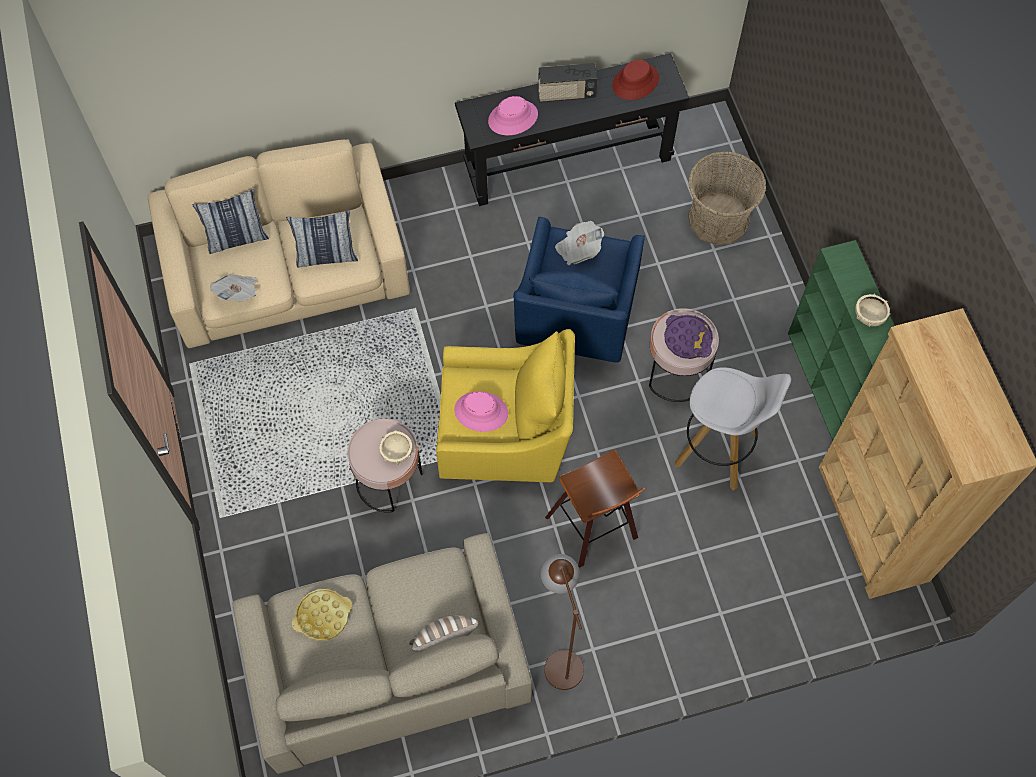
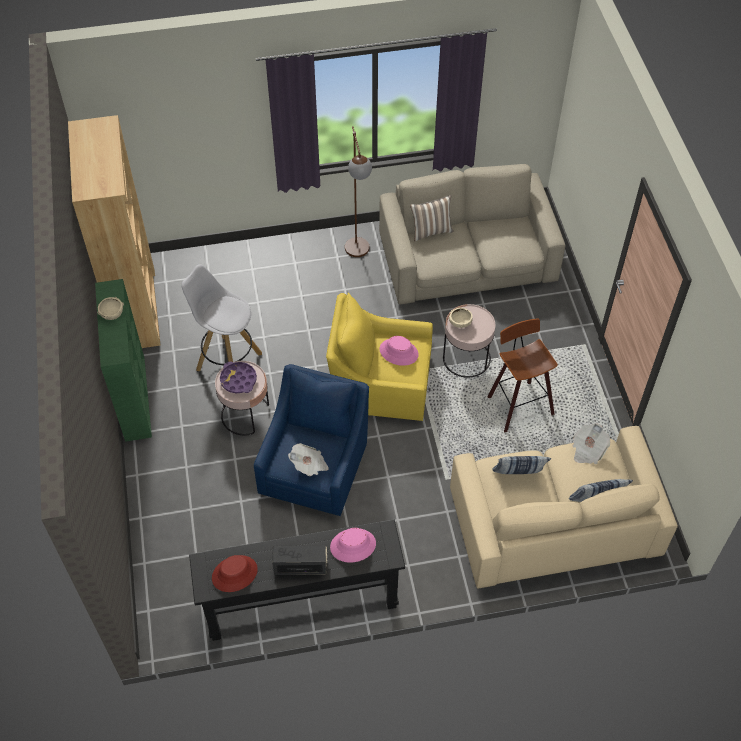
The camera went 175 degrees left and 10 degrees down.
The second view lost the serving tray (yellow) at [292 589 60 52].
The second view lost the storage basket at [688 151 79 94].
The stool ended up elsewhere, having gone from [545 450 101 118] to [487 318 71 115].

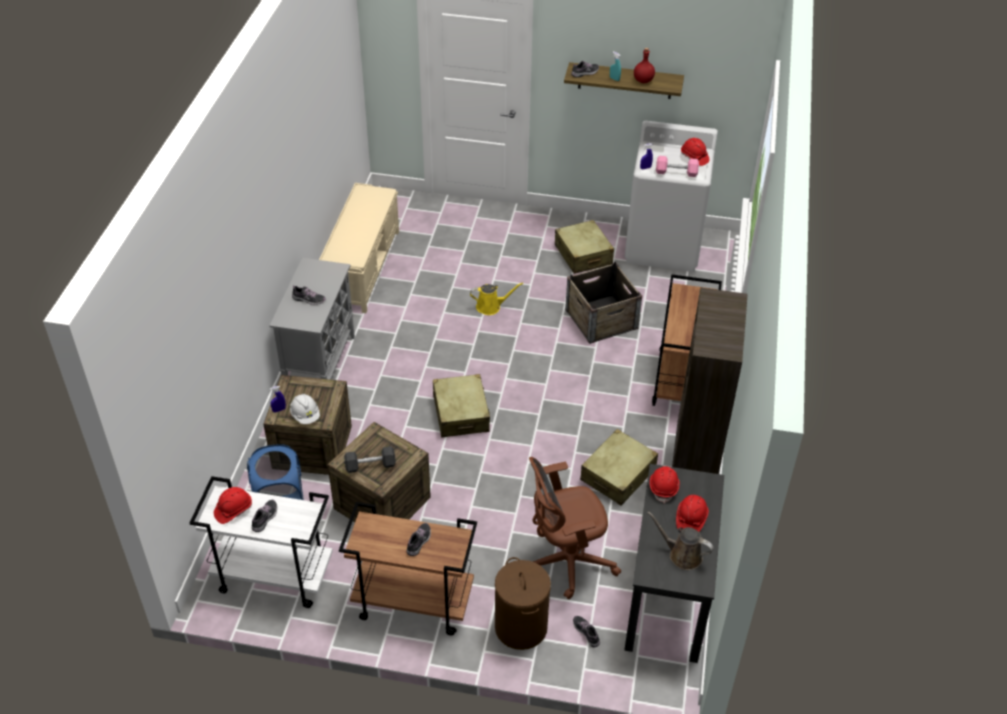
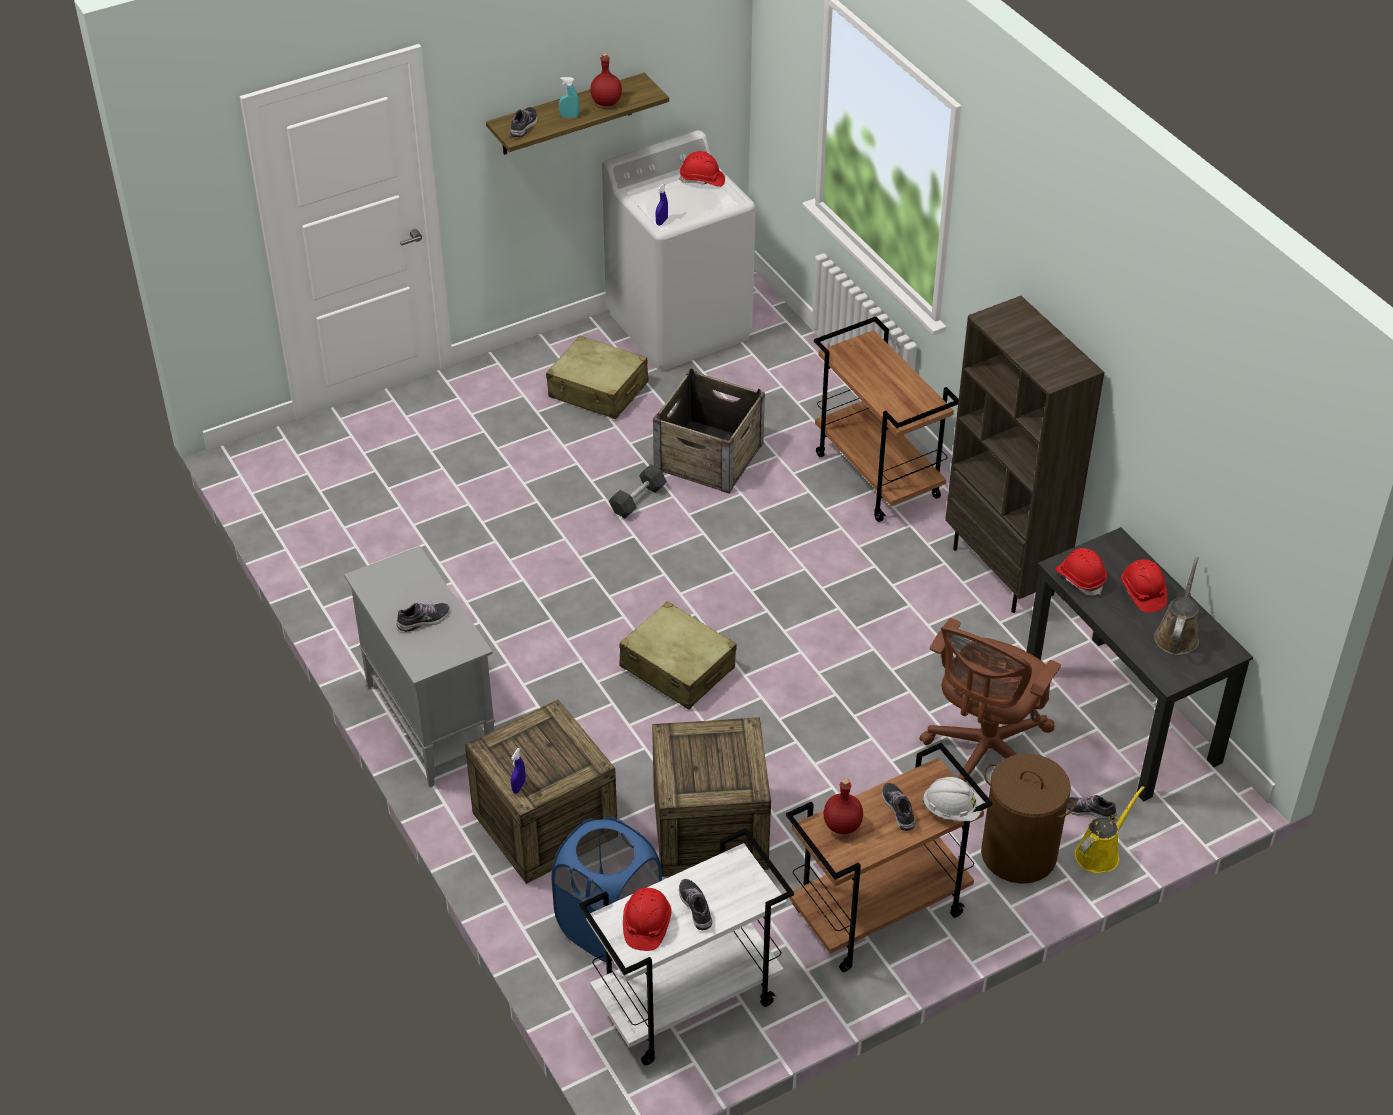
The camera went 40 degrees left and 0 degrees up.
The second view lost the indoor bench (beige-coloured) at [319 183 80 130].
The second view lost the suitcase (beige-coloured) at [580 429 78 77].
The second view lost the dumbbell (pink-coloured) at [656 156 43 21].
The second view gained the drink bottle (reddish) at [823 778 40 56].
The work helmet (white-coloured) ended up elsewhere, having gone from [290 394 30 30] to [922 777 60 44].
The dumbbell (black) ended up elsewhere, having gone from [344 446 52 27] to [609 464 58 54].
The watering can (yellow) ended up elsewhere, having gone from [470 283 53 32] to [1075 786 70 87].
The watering can (brown) at [647 511 67 59] ended up facing another way, 120 degrees clockwise from before.

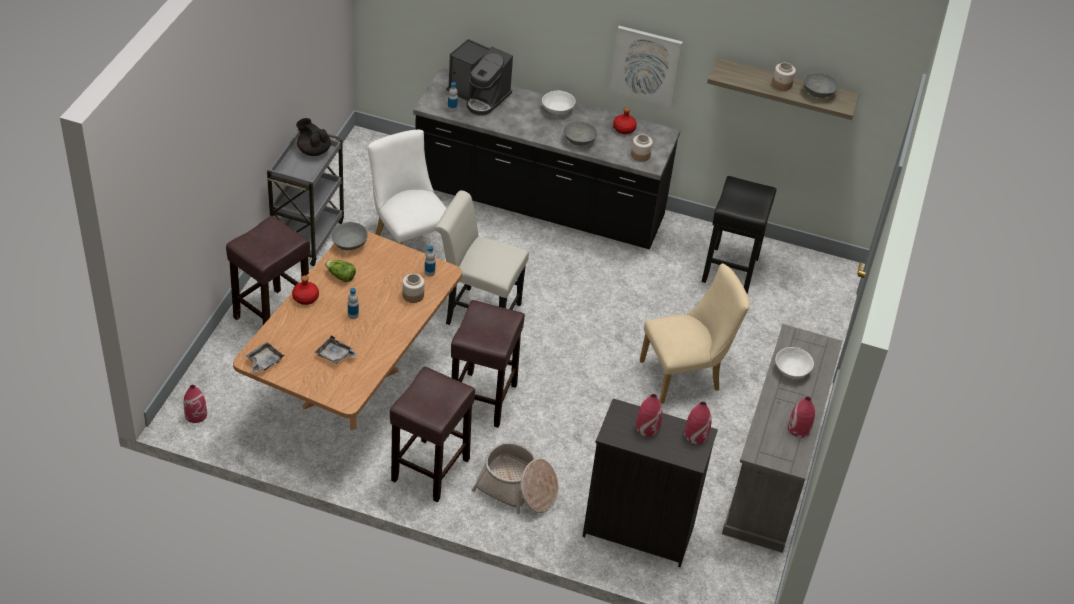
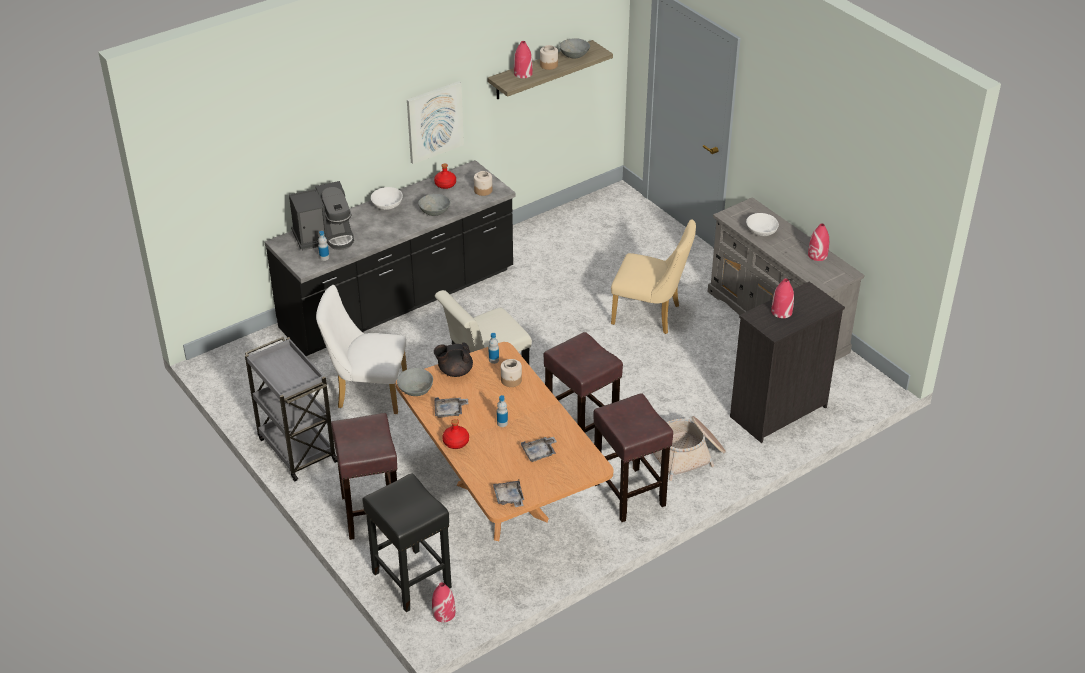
The camera went 50 degrees left and 5 degrees down.
The tea pot (black) ended up elsewhere, having gone from [296 118 35 38] to [434 342 39 35].
The decorative vase (reddish) ended up elsewhere, having gone from [684 402 28 42] to [514 41 19 37].
The stool (black) ended up elsewhere, having gone from [702 176 75 118] to [363 473 89 139].
Where the head of lettuce stood at [325 260 31 22], the serving tray (greyish) came to stand at [434 397 34 21].
The upright chair (beige-coloured) at [640 264 110 140] ended up facing another way, 90 degrees clockwise from before.

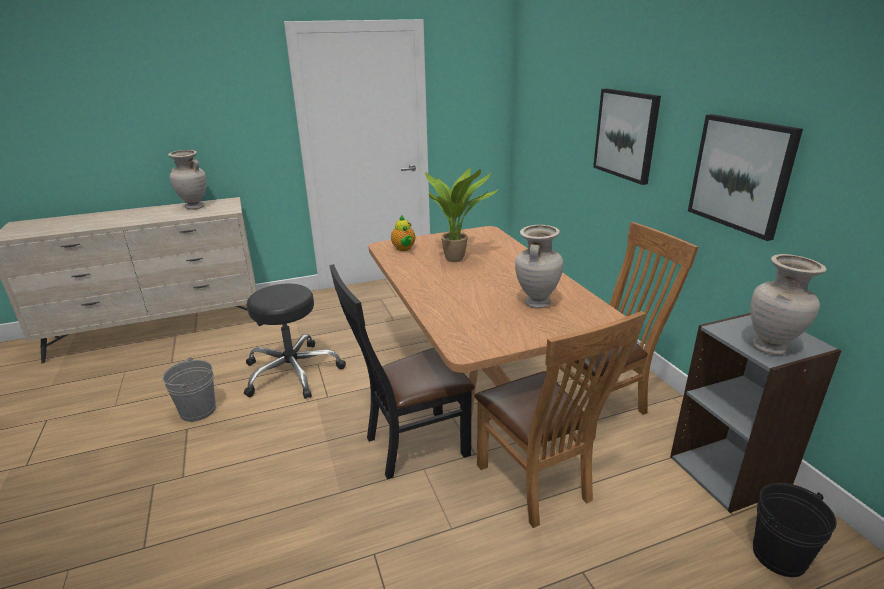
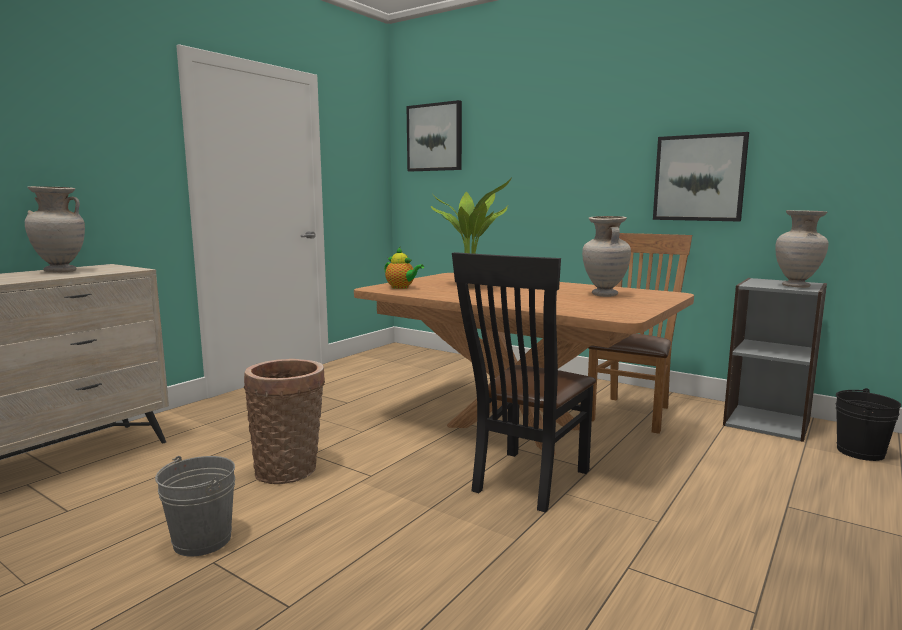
The camera went 35 degrees left and 15 degrees down.
The second view lost the upright chair (brown) at [475 311 171 217].
The wall art ended up elsewhere, having gone from [593 88 68 97] to [407 100 55 72].
Where the stool (black) stood at [244 284 102 115], the storage basket came to stand at [244 359 81 125].

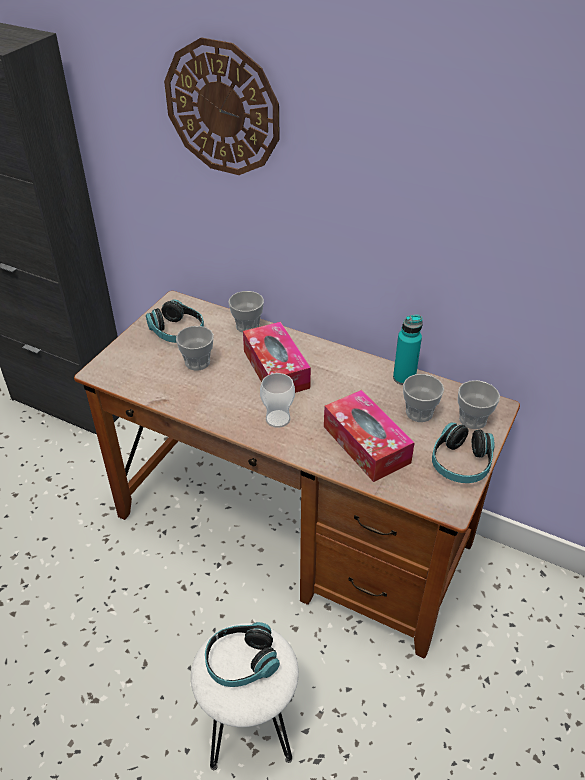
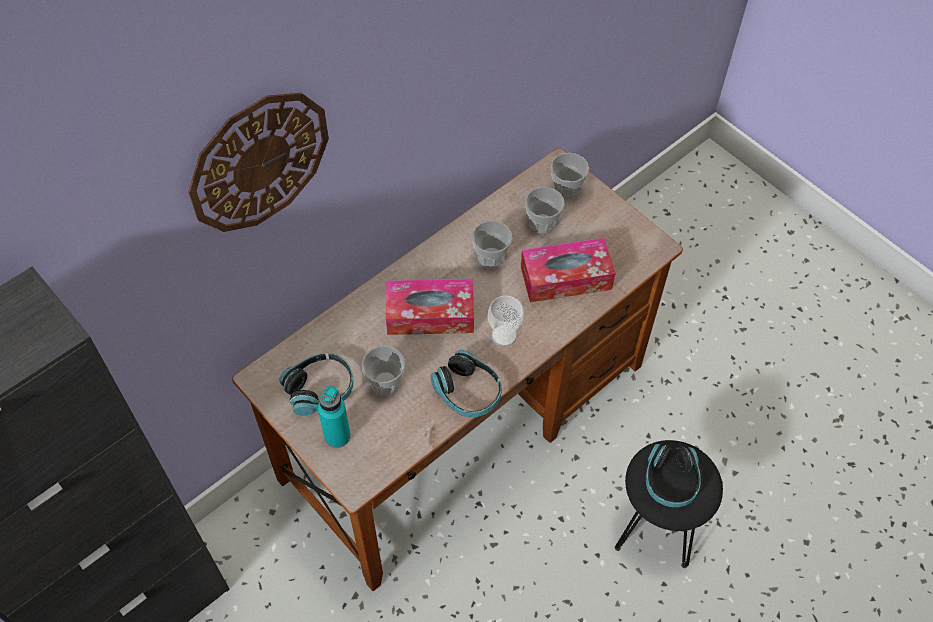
The camera went 70 degrees left and 15 degrees up.
The cup ended up elsewhere, having gone from [229 291 35 42] to [472 221 40 47].
The drink bottle (turquoise) ended up elsewhere, having gone from [393 315 30 70] to [318 385 33 63].
The headphones ended up elsewhere, having gone from [432 423 63 60] to [430 350 72 67].
What was the stool (white-coloured) at [191 623 108 147] turned into the stool (black) at [615 440 108 128].

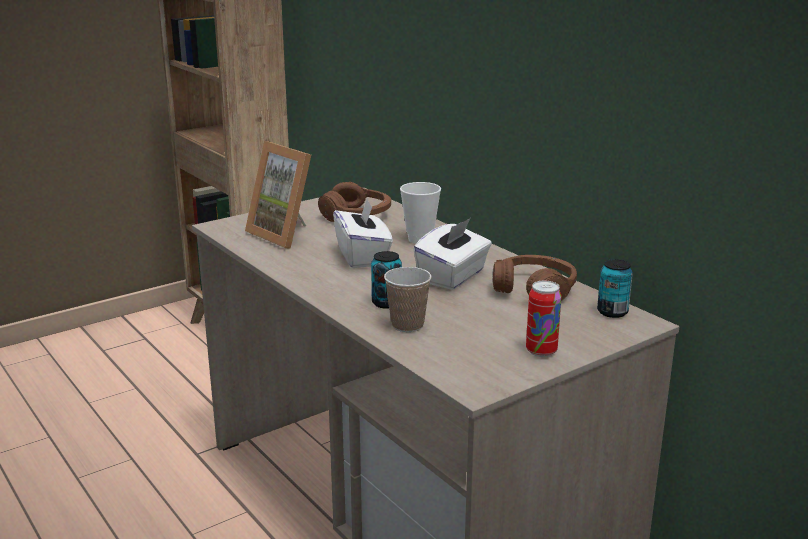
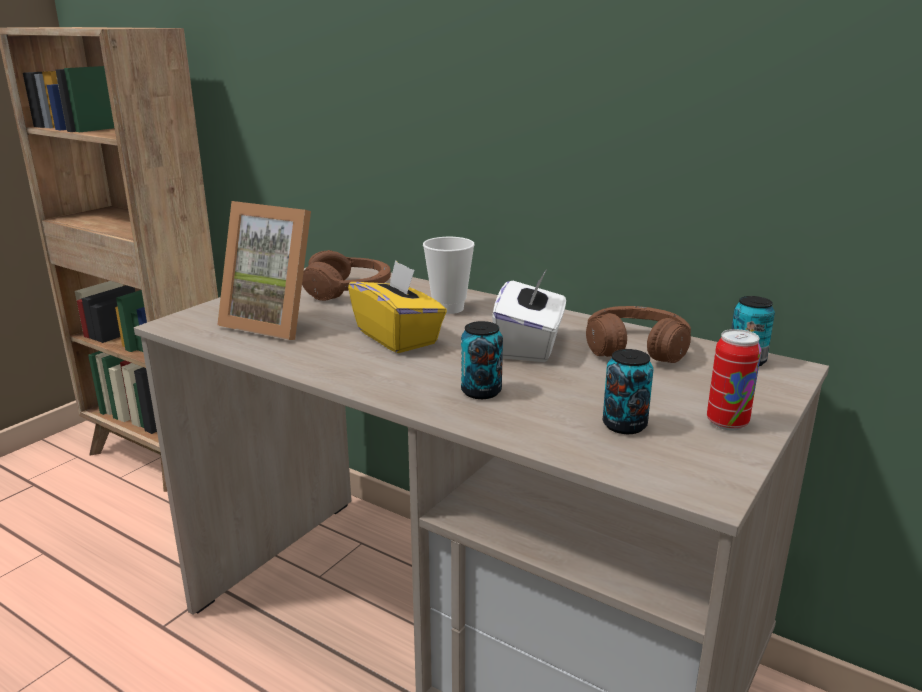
The camera went 20 degrees left and 0 degrees up.
The second view lost the cup at [384 267 48 65].
The second view gained the metal can at [603 349 50 85].
What was the tissue box (white-coloured) at [333 198 60 70] turned into the tissue box (yellow) at [348 260 99 93].

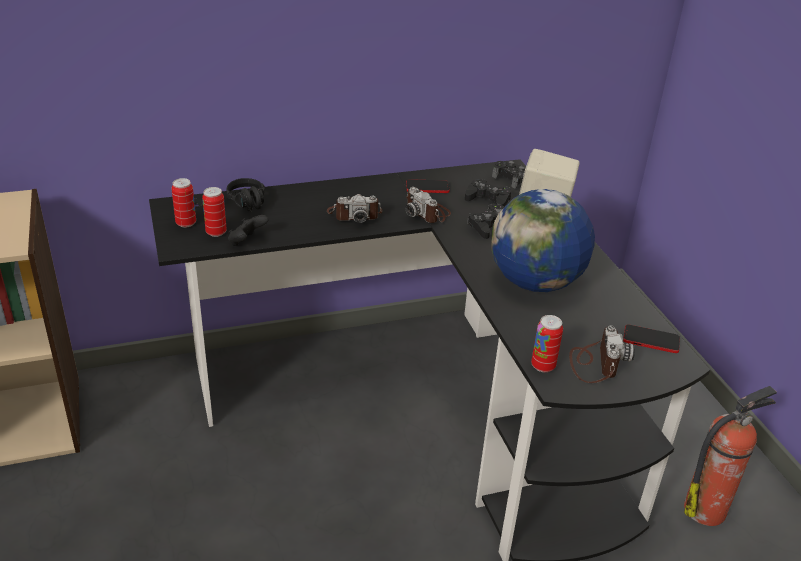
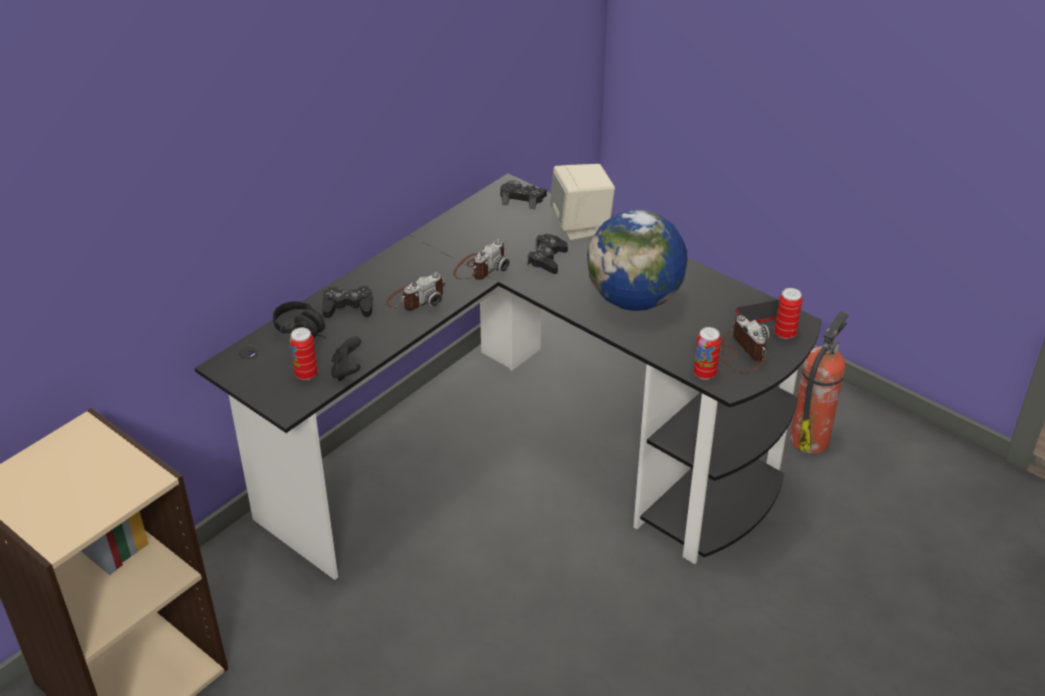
The camera went 30 degrees left and 5 degrees up.
The second view lost the handset at [406 179 44 14].
The metal can ended up elsewhere, having gone from [171 178 25 50] to [775 288 27 51].
The game controller (black) ended up elsewhere, having gone from [465 179 46 28] to [322 285 51 33].
The still camera at [405 187 46 36] ended up facing another way, 75 degrees counterclockwise from before.

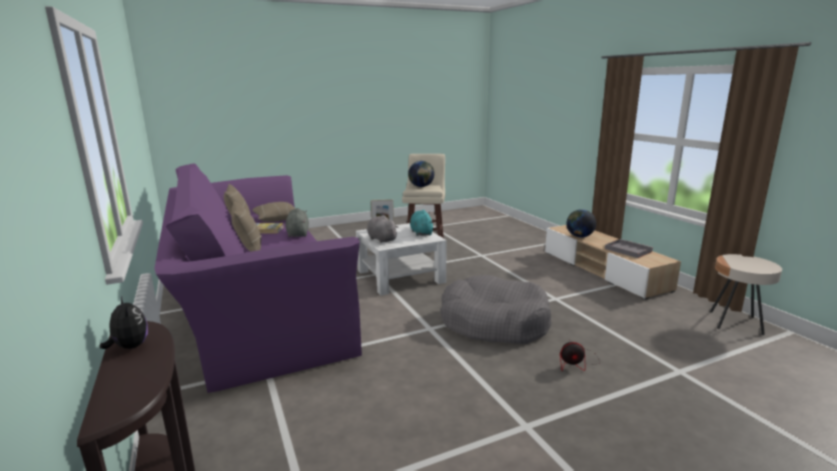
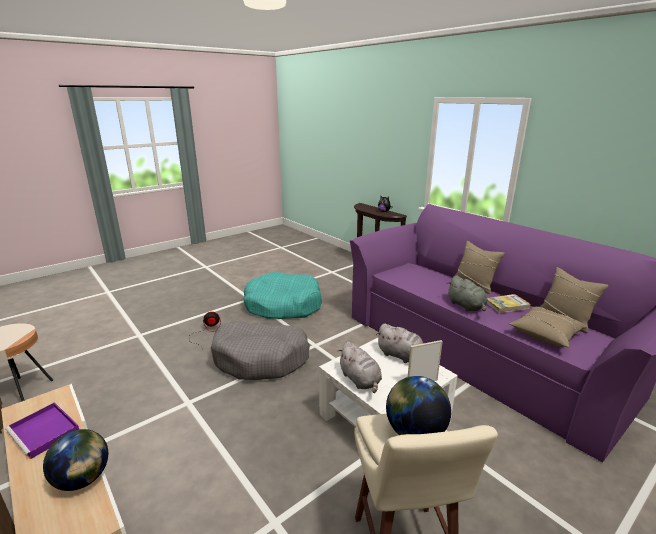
The camera went 165 degrees right and 5 degrees up.
The second view gained the pet bed (turquoise) at [244 272 78 47].
What was the cuddly toy (turquoise) at [410 210 24 26] turned into the cuddly toy (greyish) at [337 342 45 51].
What was the serving tray (greyish) at [605 239 48 19] turned into the serving tray (purple-coloured) at [5 402 74 57].

